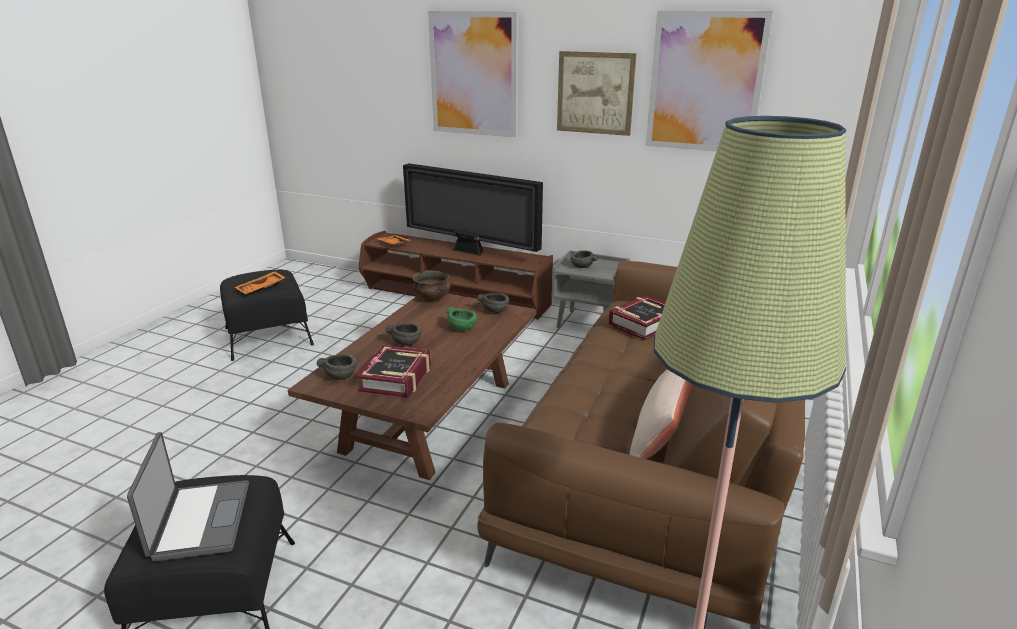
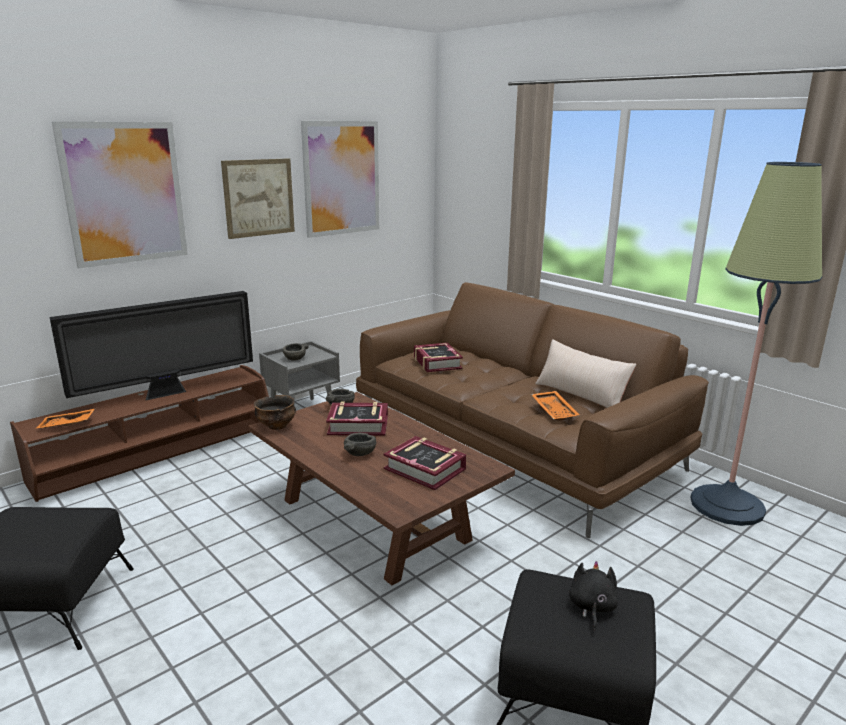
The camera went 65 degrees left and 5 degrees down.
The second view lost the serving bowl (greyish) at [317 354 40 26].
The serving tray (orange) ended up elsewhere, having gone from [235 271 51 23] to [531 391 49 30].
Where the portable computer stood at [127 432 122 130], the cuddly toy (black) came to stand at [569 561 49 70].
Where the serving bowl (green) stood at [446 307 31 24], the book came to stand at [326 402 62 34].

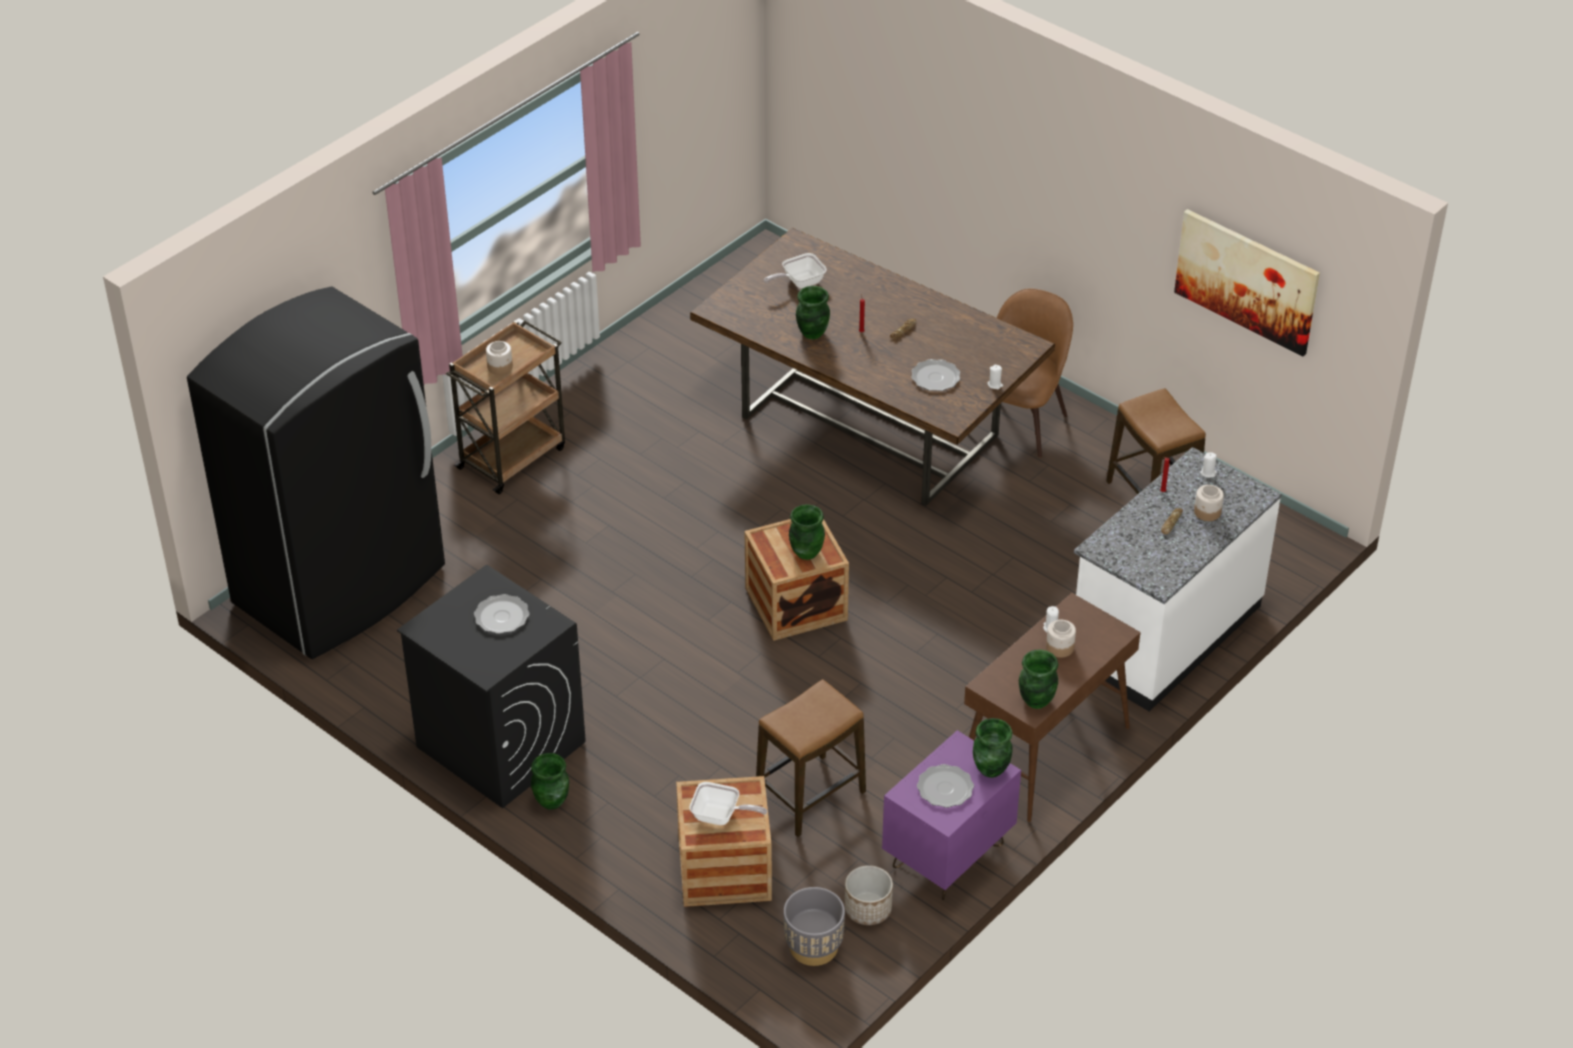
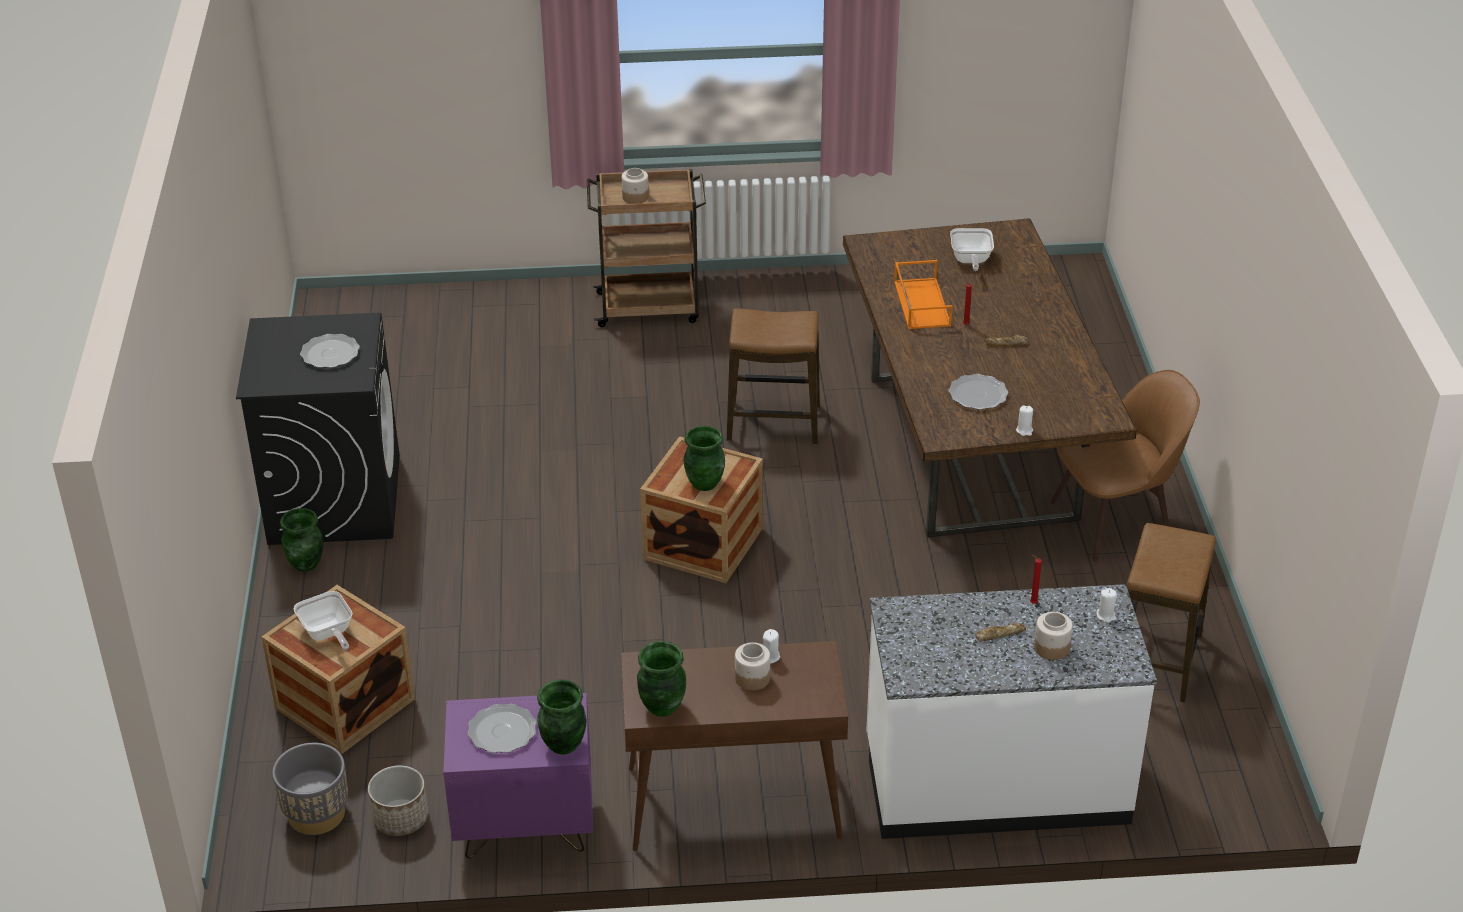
The camera went 45 degrees right and 5 degrees down.
The second view lost the kitchen fridge (black) at [187 286 258 373].
The second view lost the wall art at [1174 209 146 147].
The stool ended up elsewhere, having gone from [756 679 110 158] to [727 308 93 136].
Where the decorative vase (green) stood at [796 286 34 53], the serving tray (orange) came to stand at [894 260 59 69].
The frying pan at [764 253 63 35] ended up facing another way, 105 degrees counterclockwise from before.

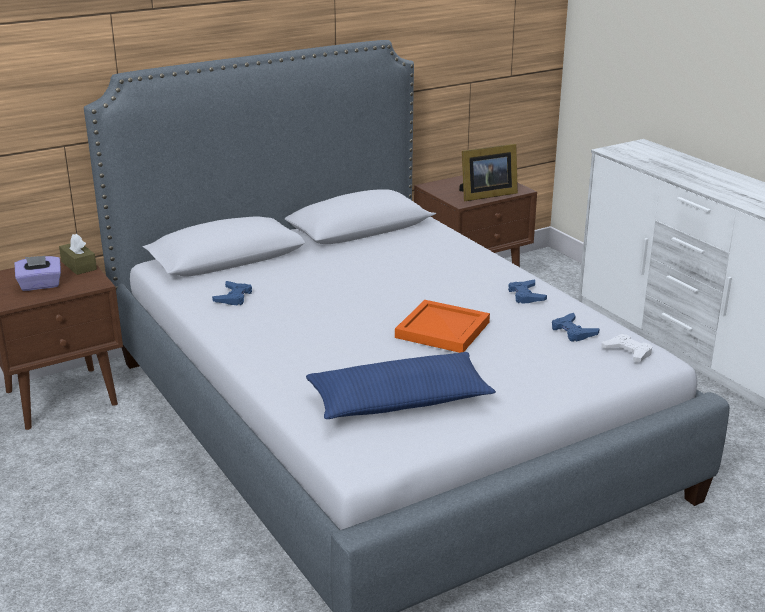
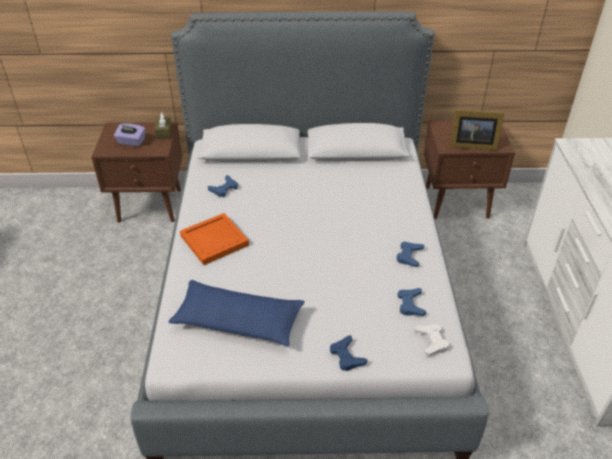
The camera went 30 degrees right and 15 degrees up.
The second view gained the game controller (blue-coloured) at [330 335 37 36].
The serving tray (orange) ended up elsewhere, having gone from [395 300 95 53] to [180 213 69 52].

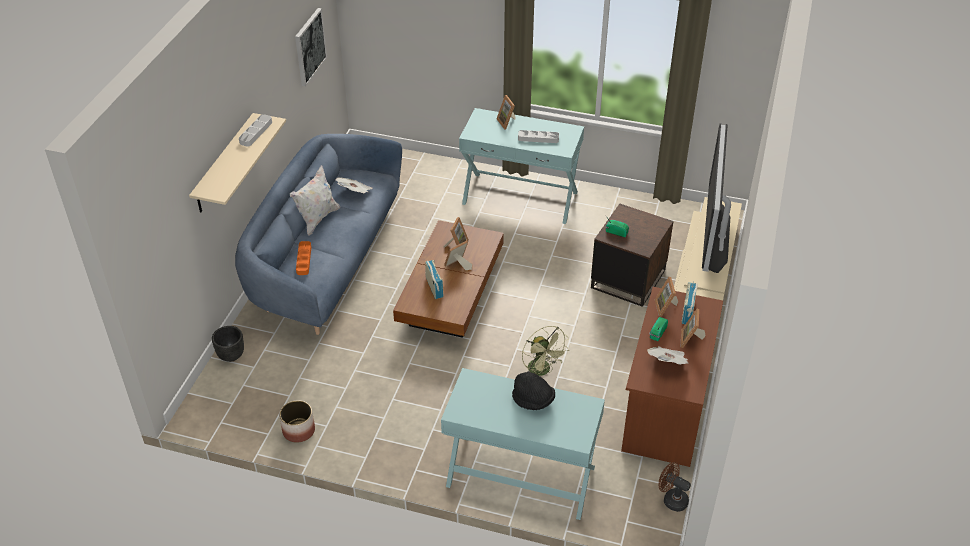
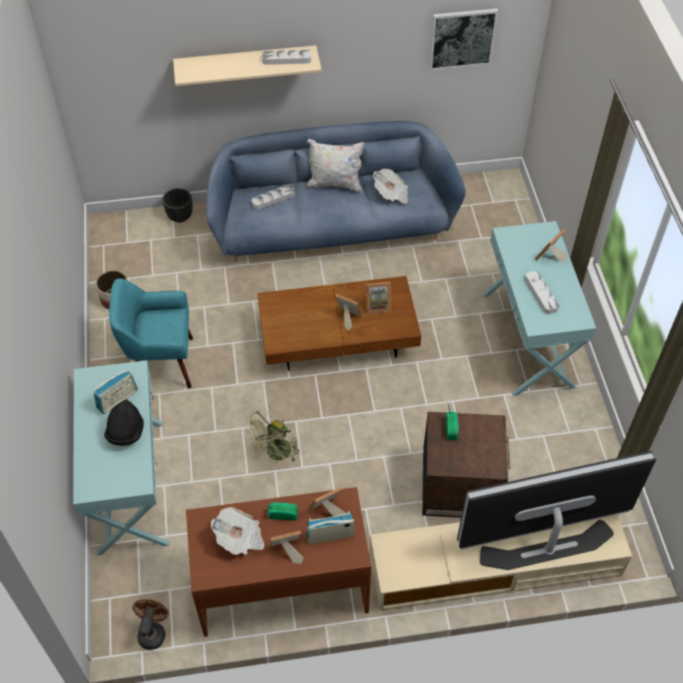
The camera went 65 degrees right and 10 degrees up.
The second view gained the armchair (turquoise) at [109 278 84 110].
The radio set ended up elsewhere, having gone from [425 260 19 39] to [93 369 45 45].
What was the serving tray (orange) at [296 241 15 34] turned into the serving tray (greyish) at [251 184 44 26].

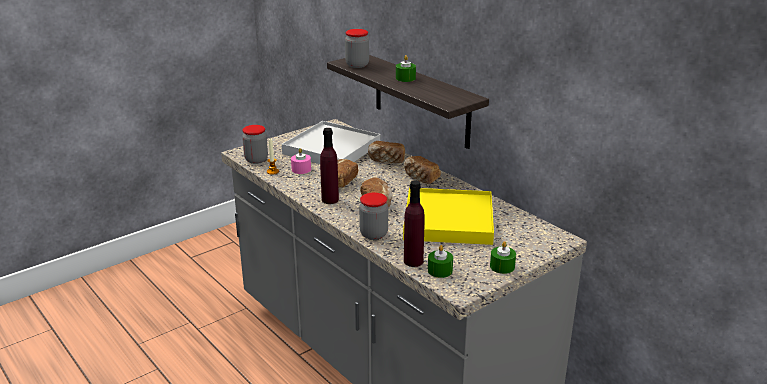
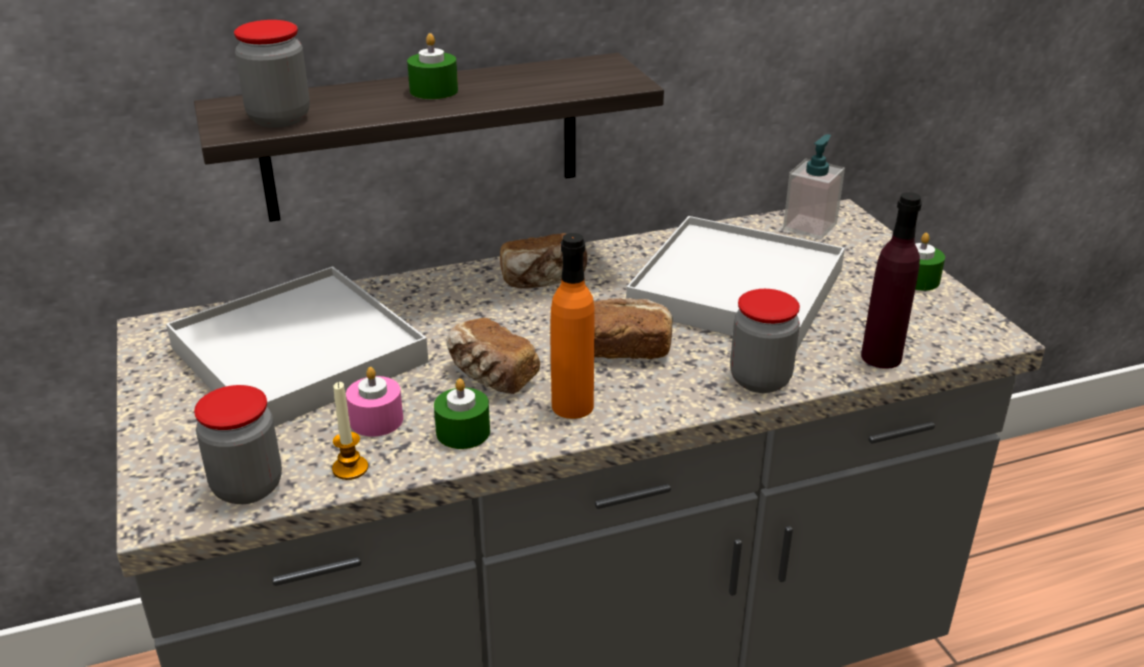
The camera went 70 degrees left and 5 degrees up.
The second view lost the bread at [368 141 37 22].
The second view gained the liquid soap bottle at [783 134 62 105].
The candle (green) ended up elsewhere, having gone from [428 245 25 33] to [434 378 56 71].
What was the drink bottle (purple-coloured) at [320 128 19 76] turned into the drink bottle (orange) at [551 233 44 186].
What was the serving tray (yellow) at [403 188 91 57] turned into the serving tray (white-coloured) at [626 216 219 135].

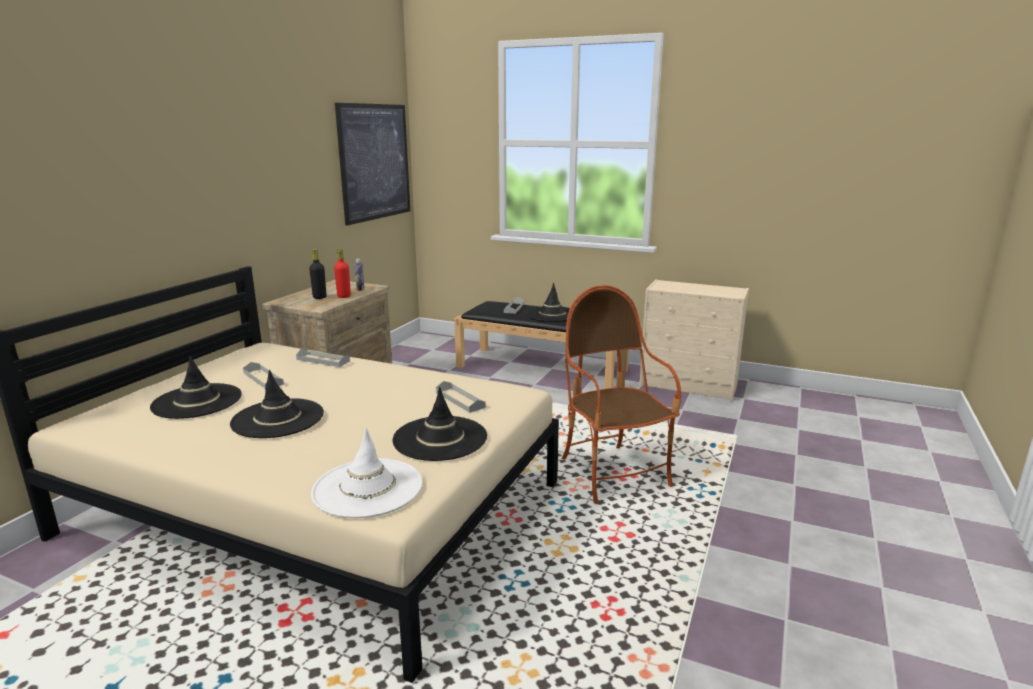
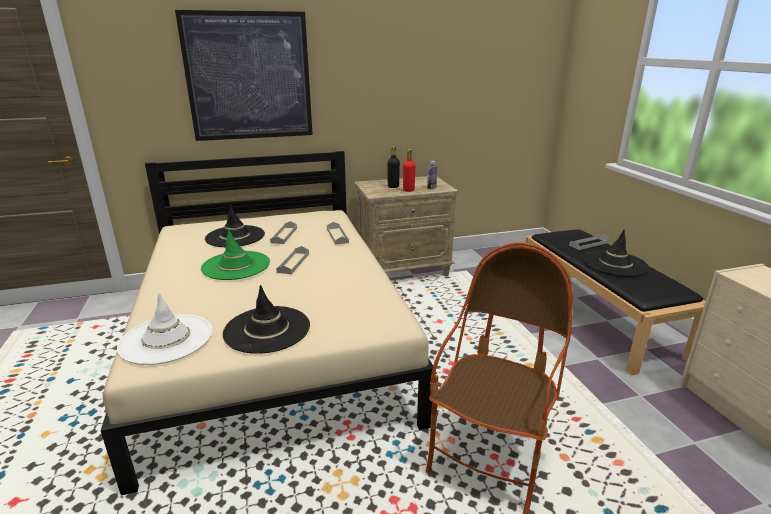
The camera went 50 degrees right and 5 degrees up.
The wall art ended up elsewhere, having gone from [335 103 75 122] to [175 10 138 131].
The serving tray (greyish) ended up elsewhere, having gone from [436 381 50 32] to [276 246 33 28].
What was the wearable hat (black) at [230 370 94 68] turned into the wearable hat (green) at [201 228 69 52].

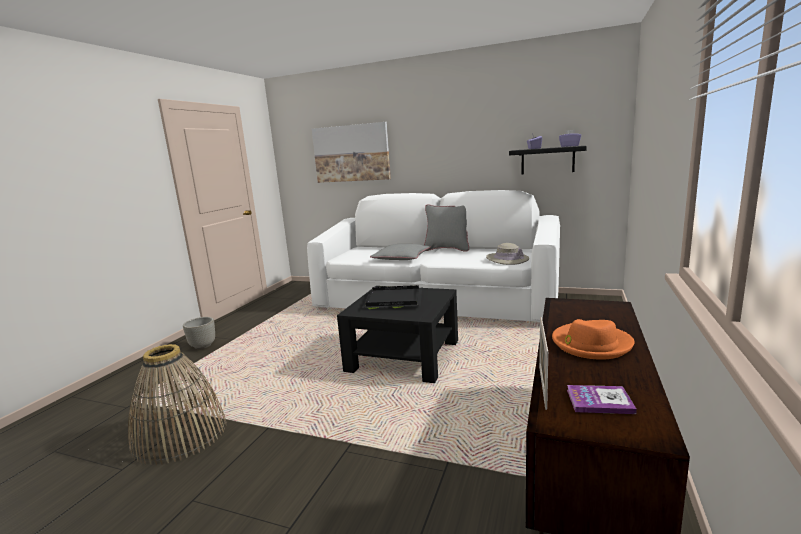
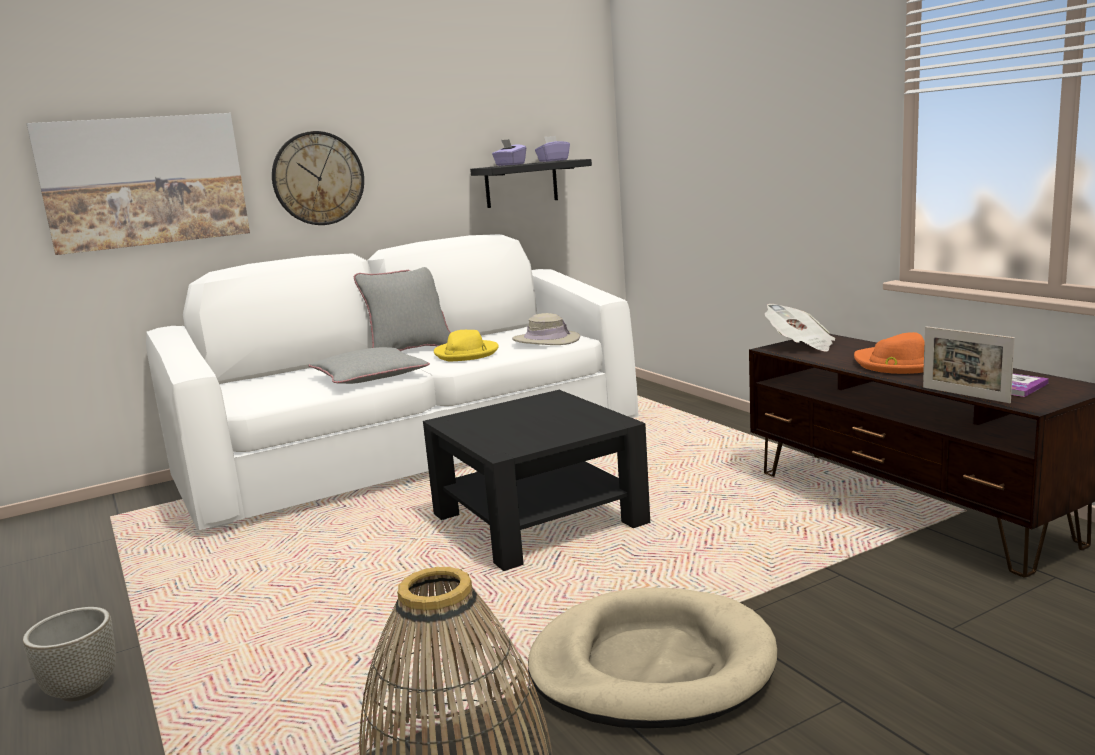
The camera went 50 degrees left and 0 degrees up.
The second view lost the serving tray (black) at [362 285 60 24].
The second view gained the hanging clock at [272 131 92 94].
The second view gained the wearable hat (yellow) at [434 330 65 32].
The second view gained the pet bed (beige-coloured) at [528 588 249 140].
The second view gained the printed paper at [765 304 70 48].

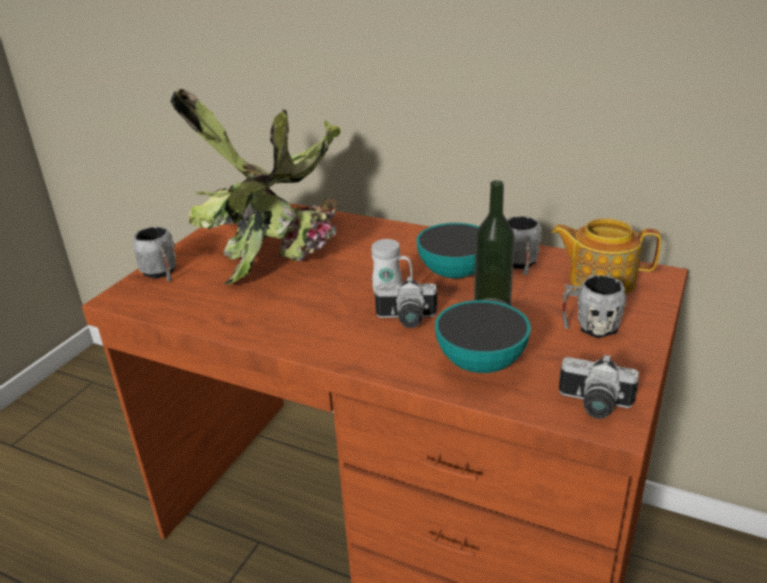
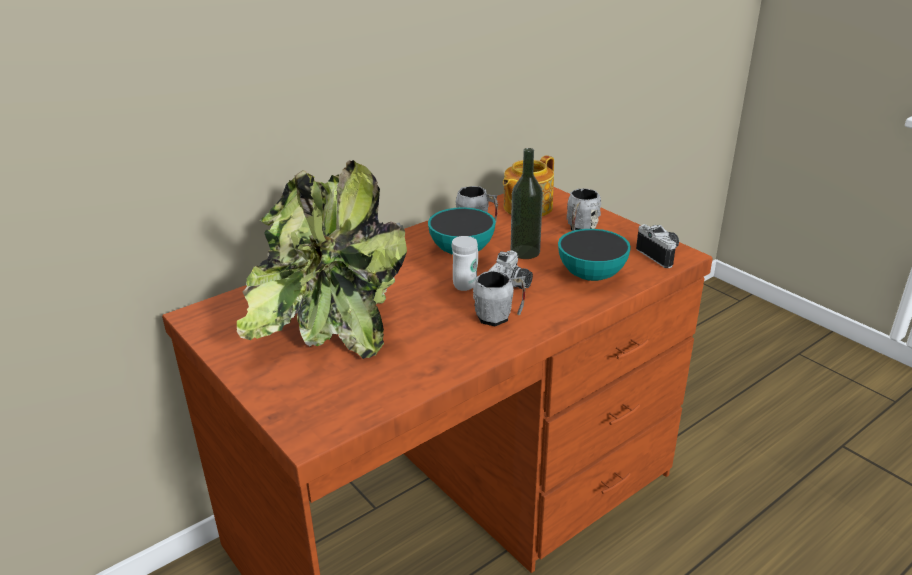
The camera went 65 degrees left and 0 degrees up.
The coffee mug (greyish) ended up elsewhere, having gone from [133 227 43 55] to [473 271 53 55].
The still camera at [559 354 80 65] ended up facing another way, 75 degrees counterclockwise from before.

